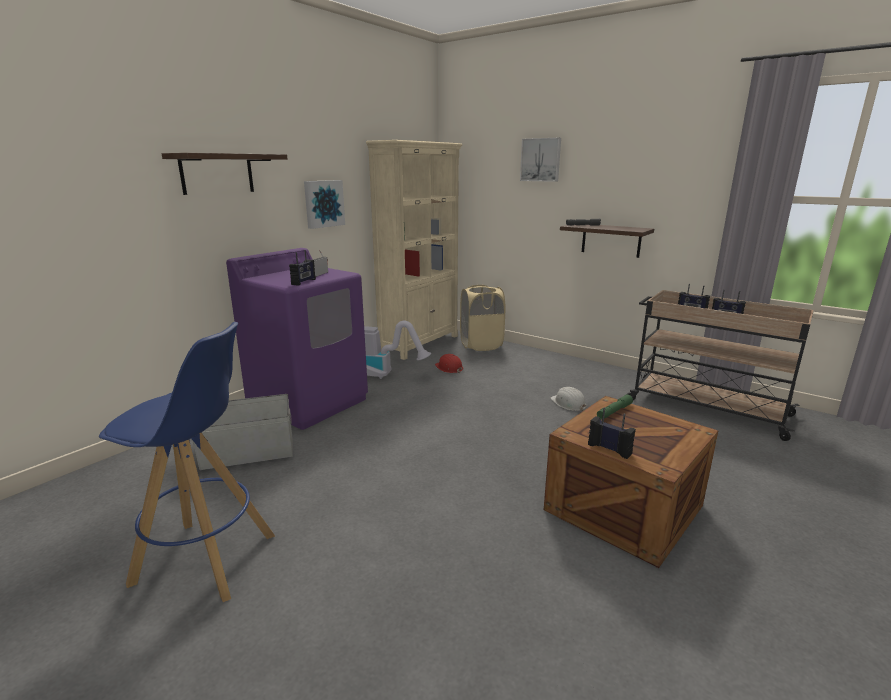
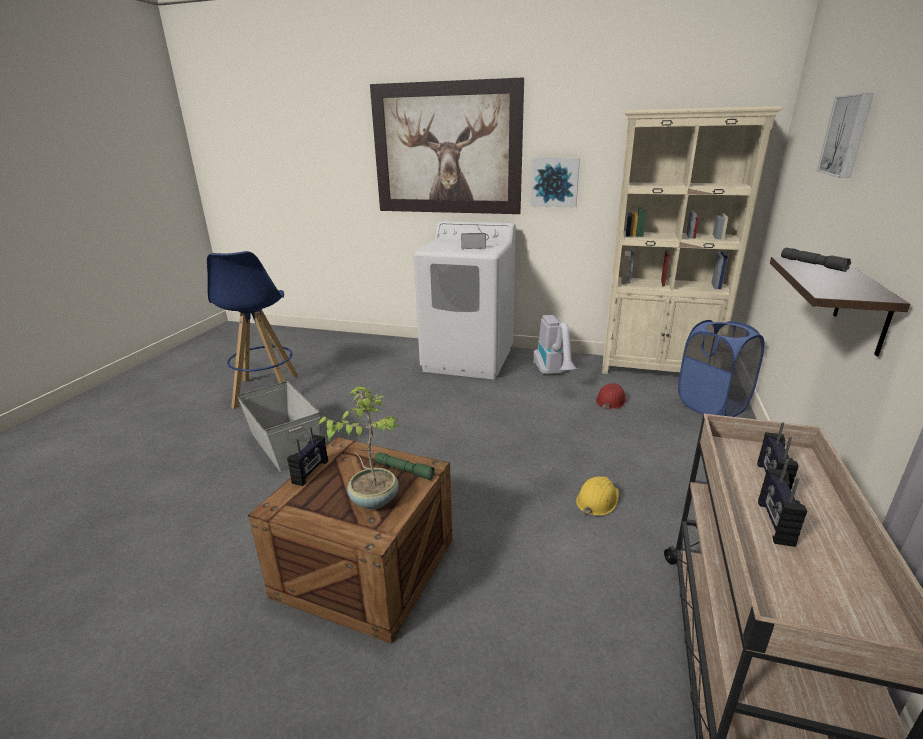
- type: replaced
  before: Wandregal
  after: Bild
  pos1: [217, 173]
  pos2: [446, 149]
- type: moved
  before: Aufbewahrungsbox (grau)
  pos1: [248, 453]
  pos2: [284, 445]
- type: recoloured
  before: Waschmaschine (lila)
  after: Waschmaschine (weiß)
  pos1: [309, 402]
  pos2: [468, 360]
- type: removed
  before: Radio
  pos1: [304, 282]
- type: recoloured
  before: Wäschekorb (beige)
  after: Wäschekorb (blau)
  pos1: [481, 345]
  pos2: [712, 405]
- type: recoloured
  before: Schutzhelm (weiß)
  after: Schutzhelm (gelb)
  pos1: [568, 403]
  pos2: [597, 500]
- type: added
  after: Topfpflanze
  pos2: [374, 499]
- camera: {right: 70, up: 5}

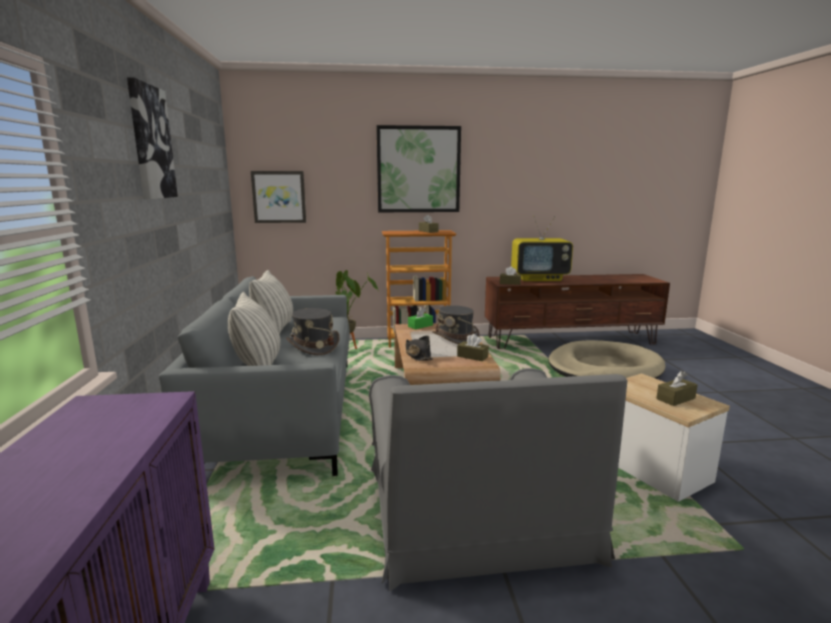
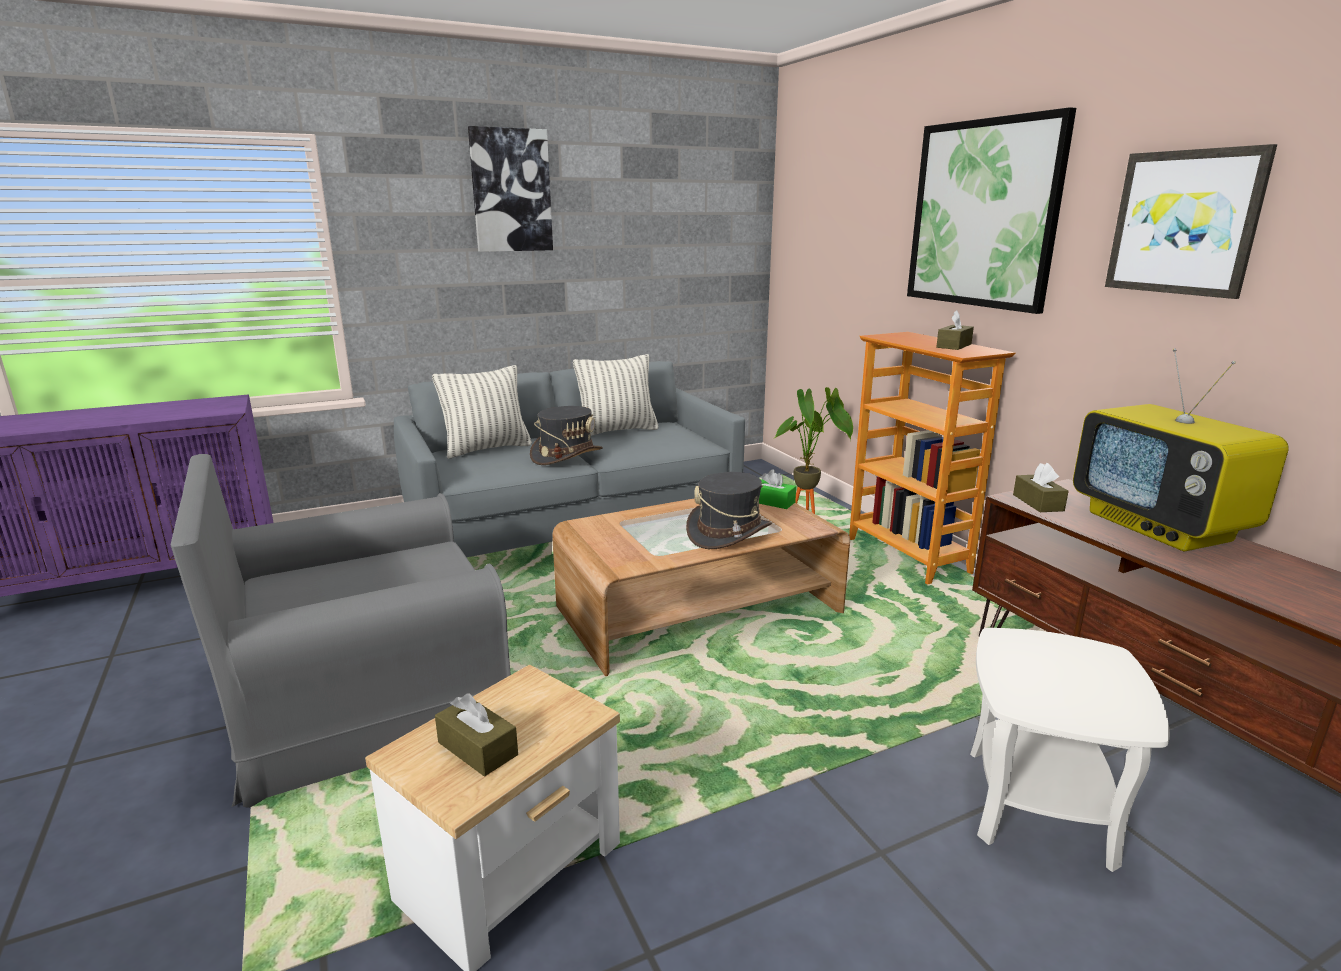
- type: moved
  before: Bild
  pos1: [279, 197]
  pos2: [1185, 223]
- type: removed
  before: Hut (schwarz)
  pos1: [418, 355]
- type: removed
  before: Taschentuchbox (braun)
  pos1: [472, 356]
- type: replaced
  before: Hundebett (beige)
  after: Beistelltisch (weiß)
  pos1: [604, 368]
  pos2: [1038, 804]
- camera: {right: 70, up: 5}

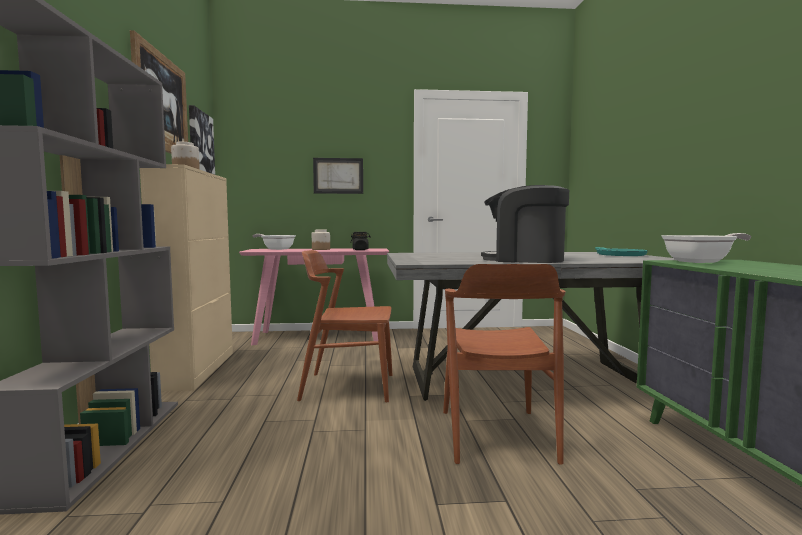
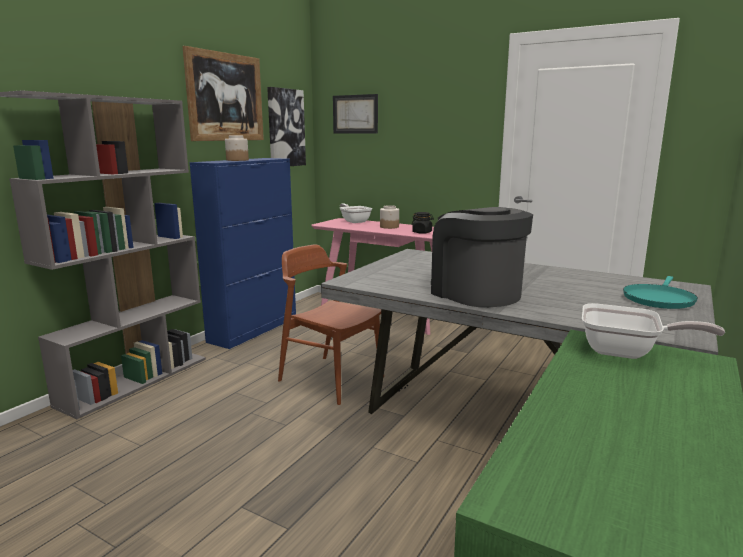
- type: recoloured
  before: Schrank (beige)
  after: Schrank (blau)
  pos1: [198, 369]
  pos2: [254, 329]
- type: moved
  before: Bild
  pos1: [338, 176]
  pos2: [355, 114]
- type: removed
  before: Stuhl (braun)
  pos1: [496, 435]
- camera: {right: 35, up: 10}

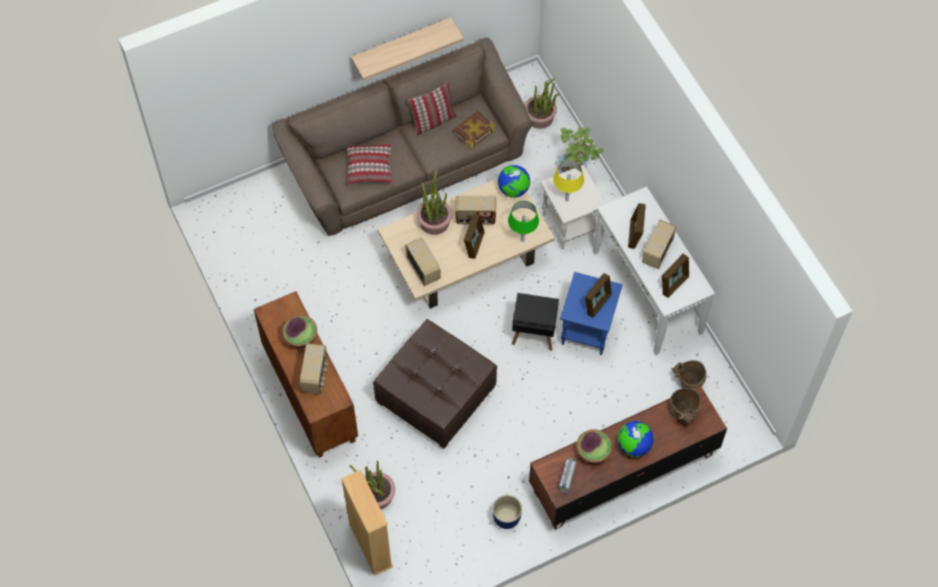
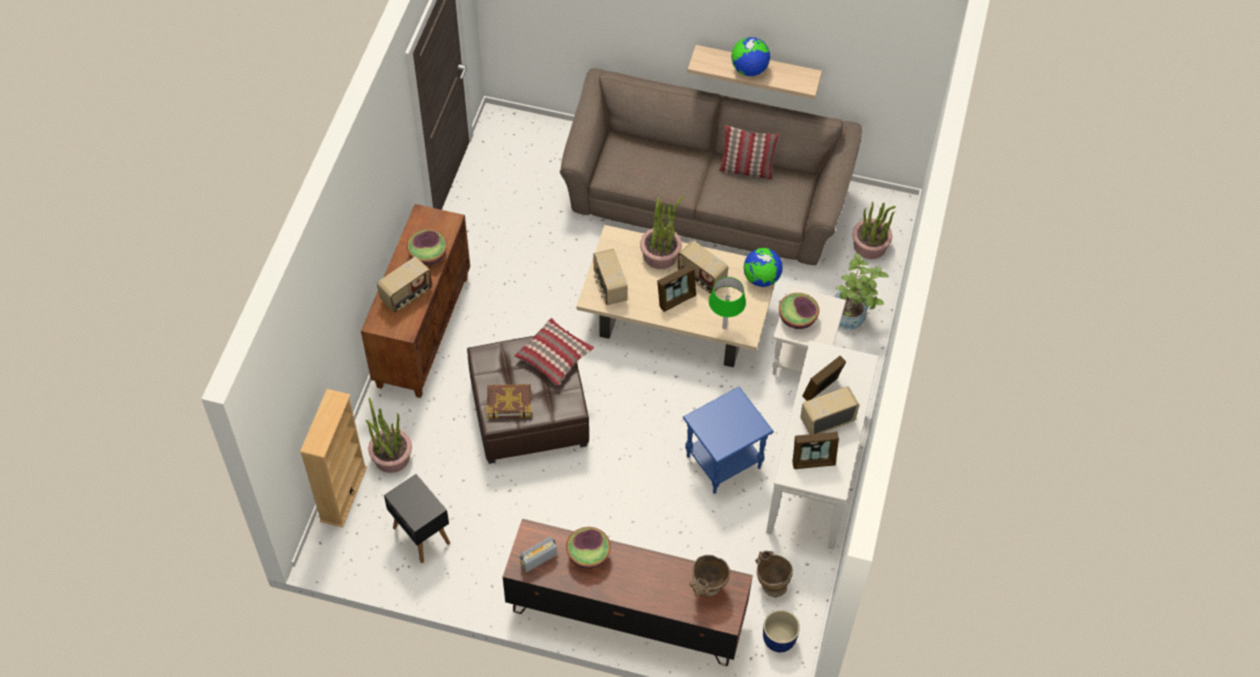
- type: moved
  before: Kissen
  pos1: [369, 167]
  pos2: [554, 356]
- type: turned
  before: Radio
  pos1: [423, 269]
  pos2: [609, 287]
  turn: 150
- type: moved
  before: Buch
  pos1: [473, 131]
  pos2: [509, 402]
- type: moved
  before: Pflanzkübel (blau)
  pos1: [506, 518]
  pos2: [778, 639]
- type: moved
  before: Beistelltisch (schwarz)
  pos1: [533, 335]
  pos2: [421, 535]
- type: replaced
  before: Tischlampe (gelb)
  after: Schüssel
  pos1: [566, 199]
  pos2: [797, 318]
- type: removed
  before: Bilderrahmen
  pos1: [597, 303]
- type: moved
  before: Globus
  pos1: [633, 446]
  pos2: [749, 69]
- camera: {right: 40, up: -5}

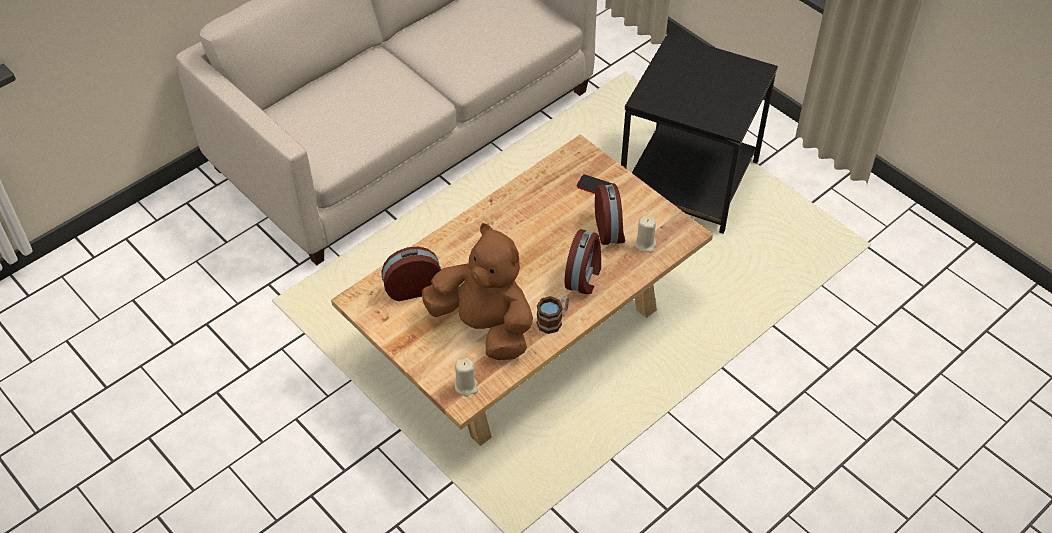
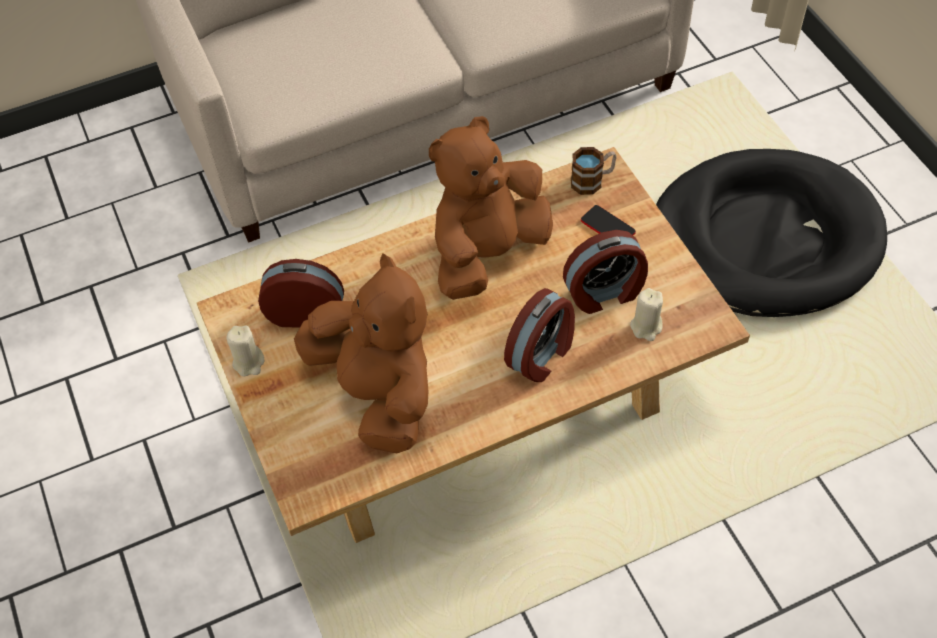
- type: moved
  before: Kerze (beige)
  pos1: [466, 386]
  pos2: [249, 362]
- type: moved
  before: Henkelbecher
  pos1: [553, 320]
  pos2: [592, 180]
- type: turned
  before: Wecker
  pos1: [610, 229]
  pos2: [604, 293]
  turn: 60
- type: replaced
  before: Beistelltisch (schwarz)
  after: Hundebett (schwarz)
  pos1: [687, 181]
  pos2: [764, 239]
- type: added
  after: Plüschtier (braun)
  pos2: [487, 253]
- camera: {right: 20, up: 5}

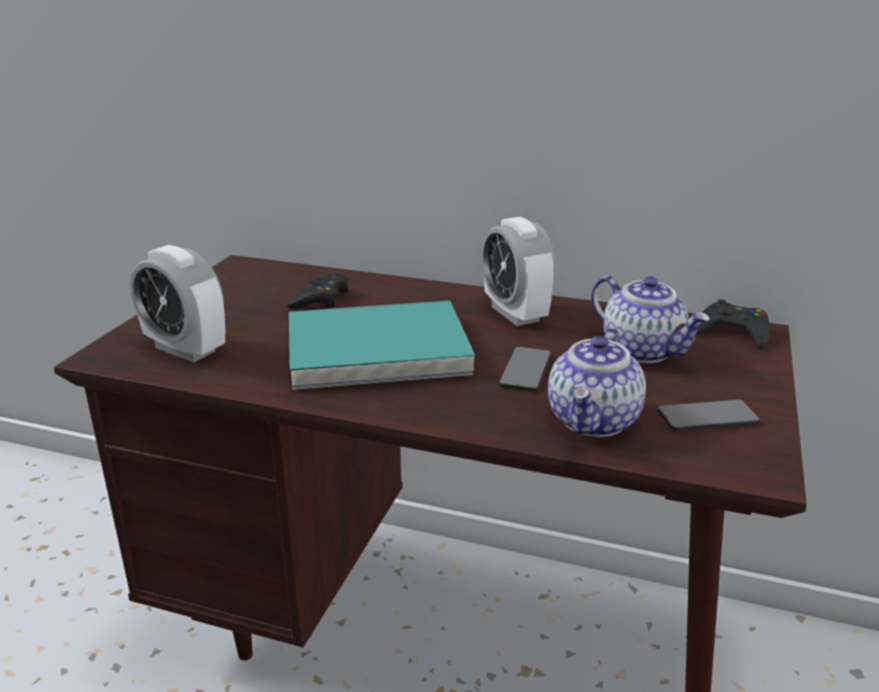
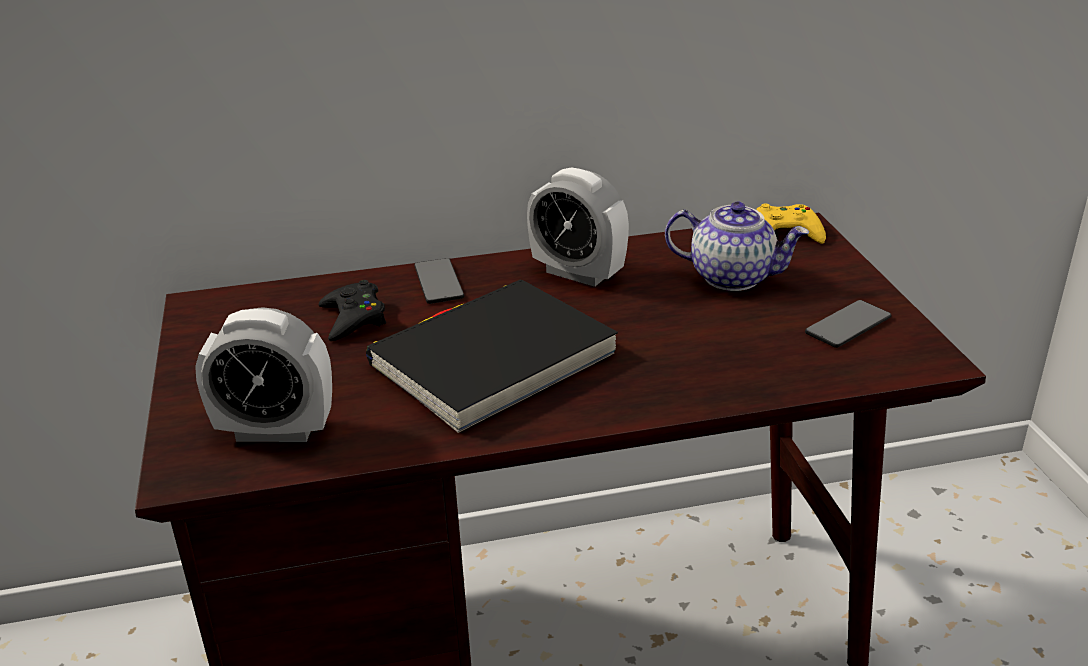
- type: recoloured
  before: Buch (türkis)
  after: Buch (schwarz)
  pos1: [377, 352]
  pos2: [492, 360]
- type: moved
  before: Handy
  pos1: [525, 370]
  pos2: [438, 282]
- type: removed
  before: Teekanne
  pos1: [594, 421]
- type: recoloured
  before: Gamepad (schwarz)
  after: Gamepad (gelb)
  pos1: [733, 332]
  pos2: [784, 233]
- camera: {right: -30, up: 5}

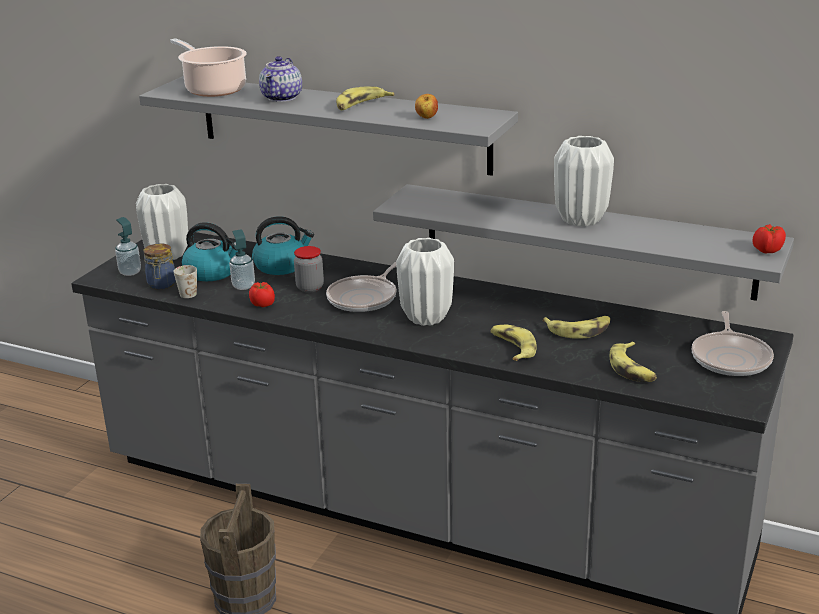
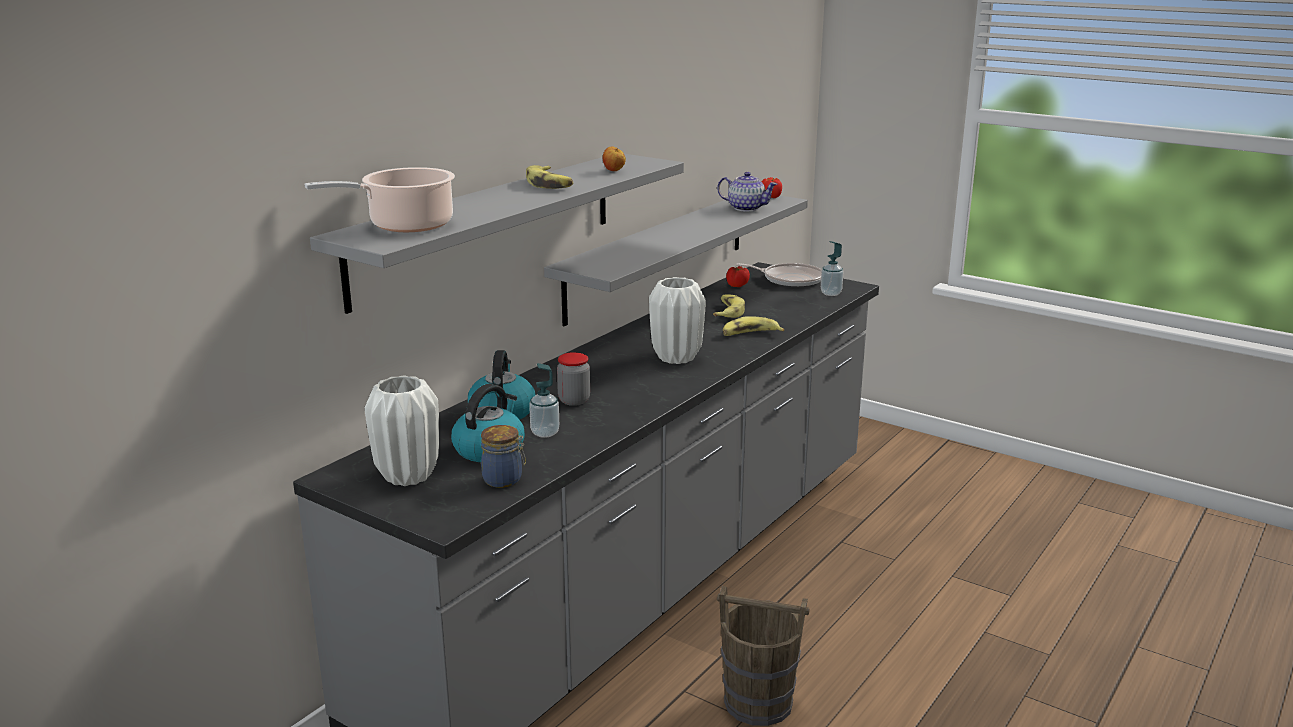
- type: moved
  before: Seifenspender
  pos1: [130, 272]
  pos2: [831, 293]
- type: removed
  before: Henkelbecher (weiß)
  pos1: [186, 292]
- type: moved
  before: Tomate
  pos1: [263, 304]
  pos2: [737, 285]
- type: moved
  before: Teekanne
  pos1: [282, 97]
  pos2: [746, 208]
- type: removed
  before: Pfanne
  pos1: [364, 298]
- type: removed
  before: Vase (weiß)
  pos1: [581, 220]
- type: removed
  before: Banane
  pos1: [632, 369]
- camera: {right: -80, up: -5}

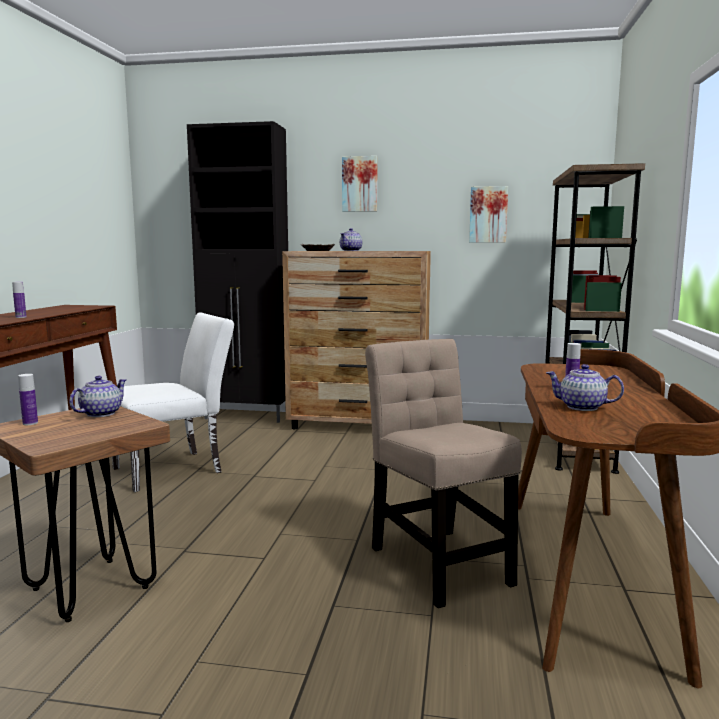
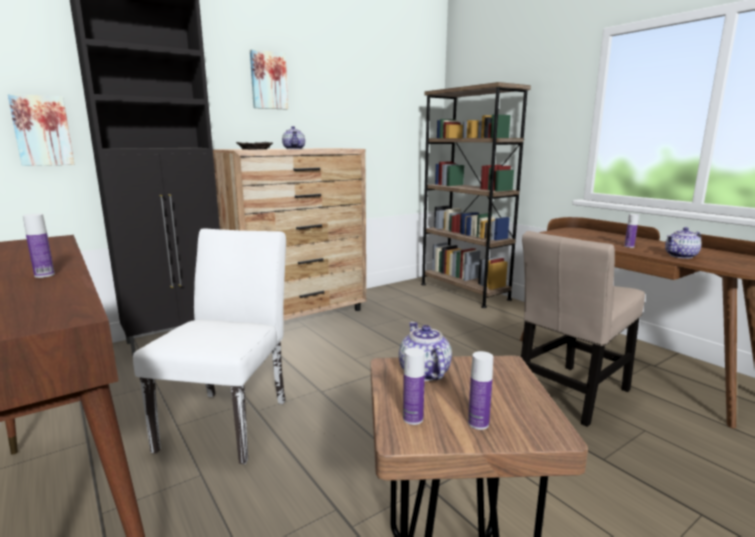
- type: turned
  before: Stuhl (beige)
  pos1: [437, 561]
  pos2: [571, 395]
  turn: -60
- type: moved
  before: Bild
  pos1: [488, 214]
  pos2: [42, 131]
- type: added
  after: Flasche
  pos2: [478, 423]
- camera: {right: -45, up: 5}

